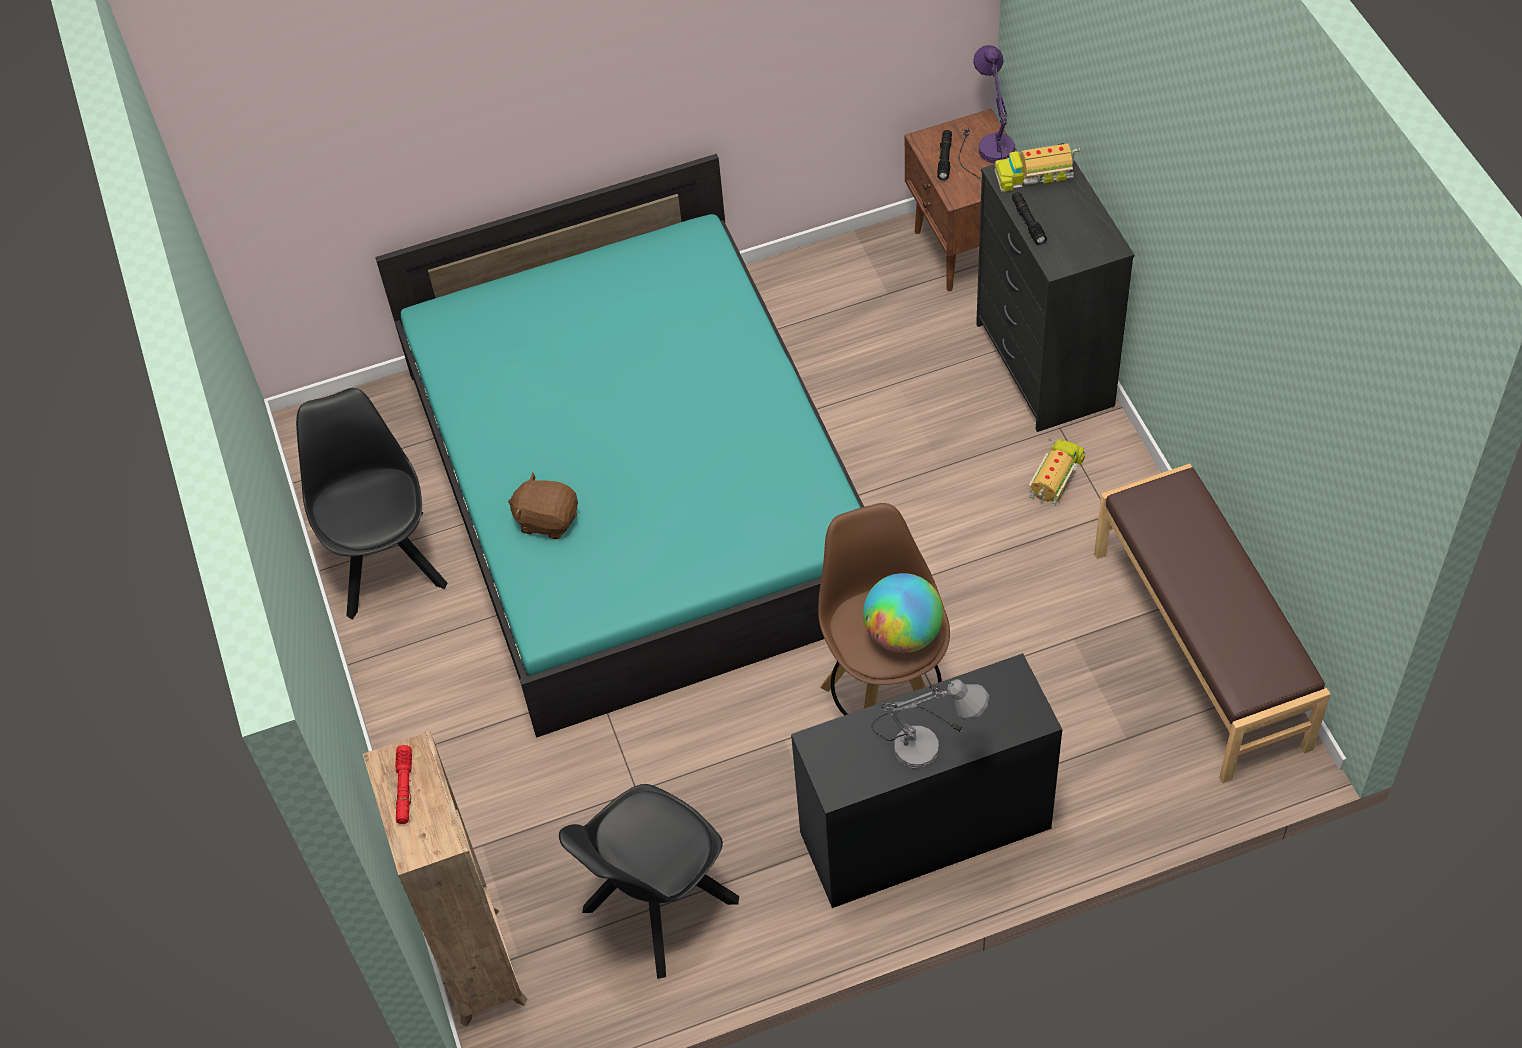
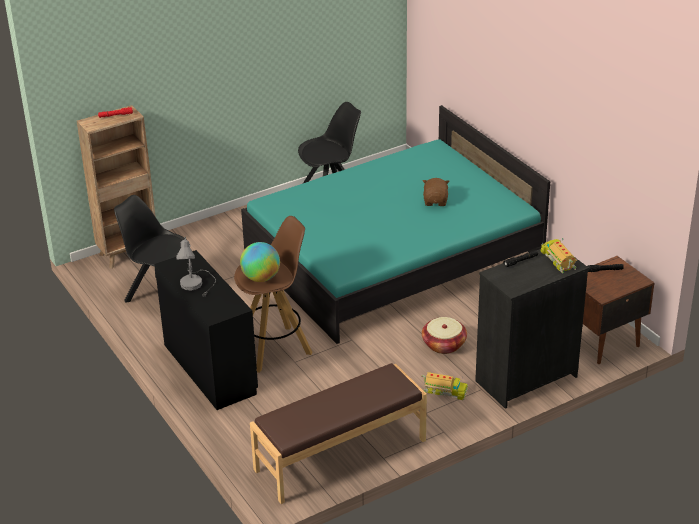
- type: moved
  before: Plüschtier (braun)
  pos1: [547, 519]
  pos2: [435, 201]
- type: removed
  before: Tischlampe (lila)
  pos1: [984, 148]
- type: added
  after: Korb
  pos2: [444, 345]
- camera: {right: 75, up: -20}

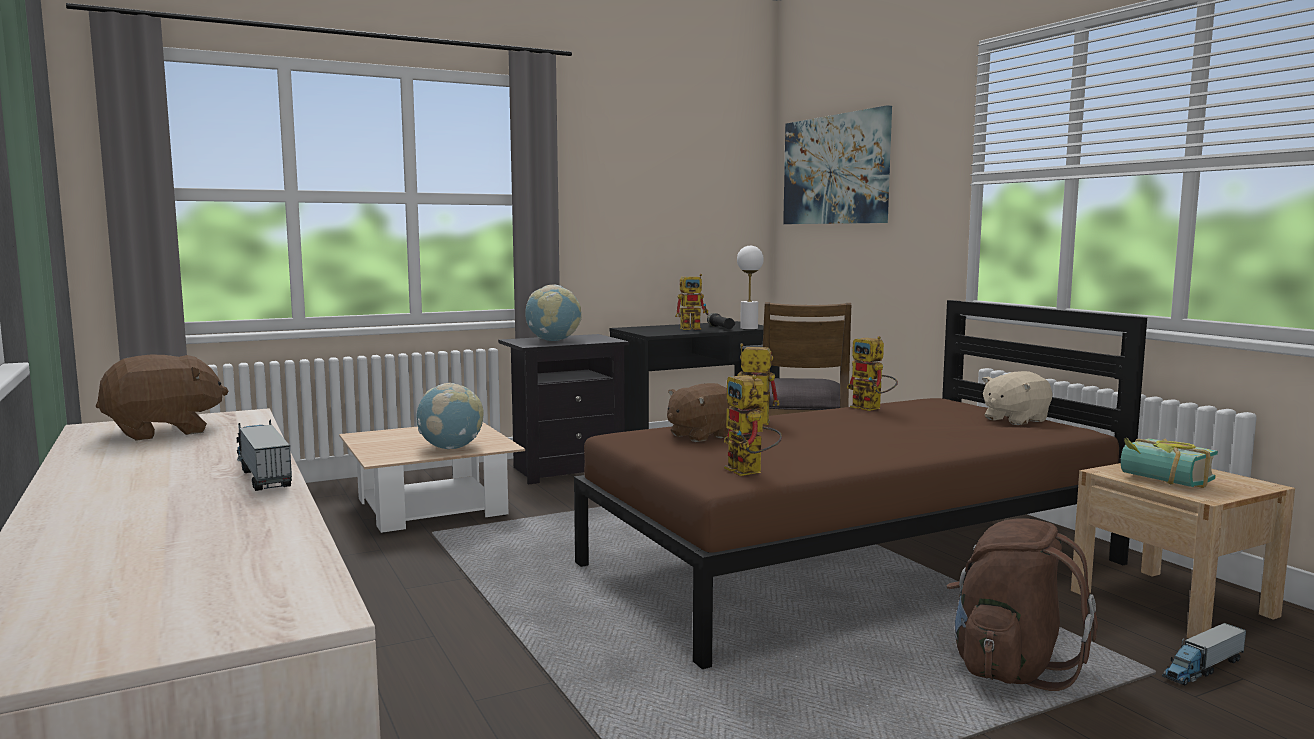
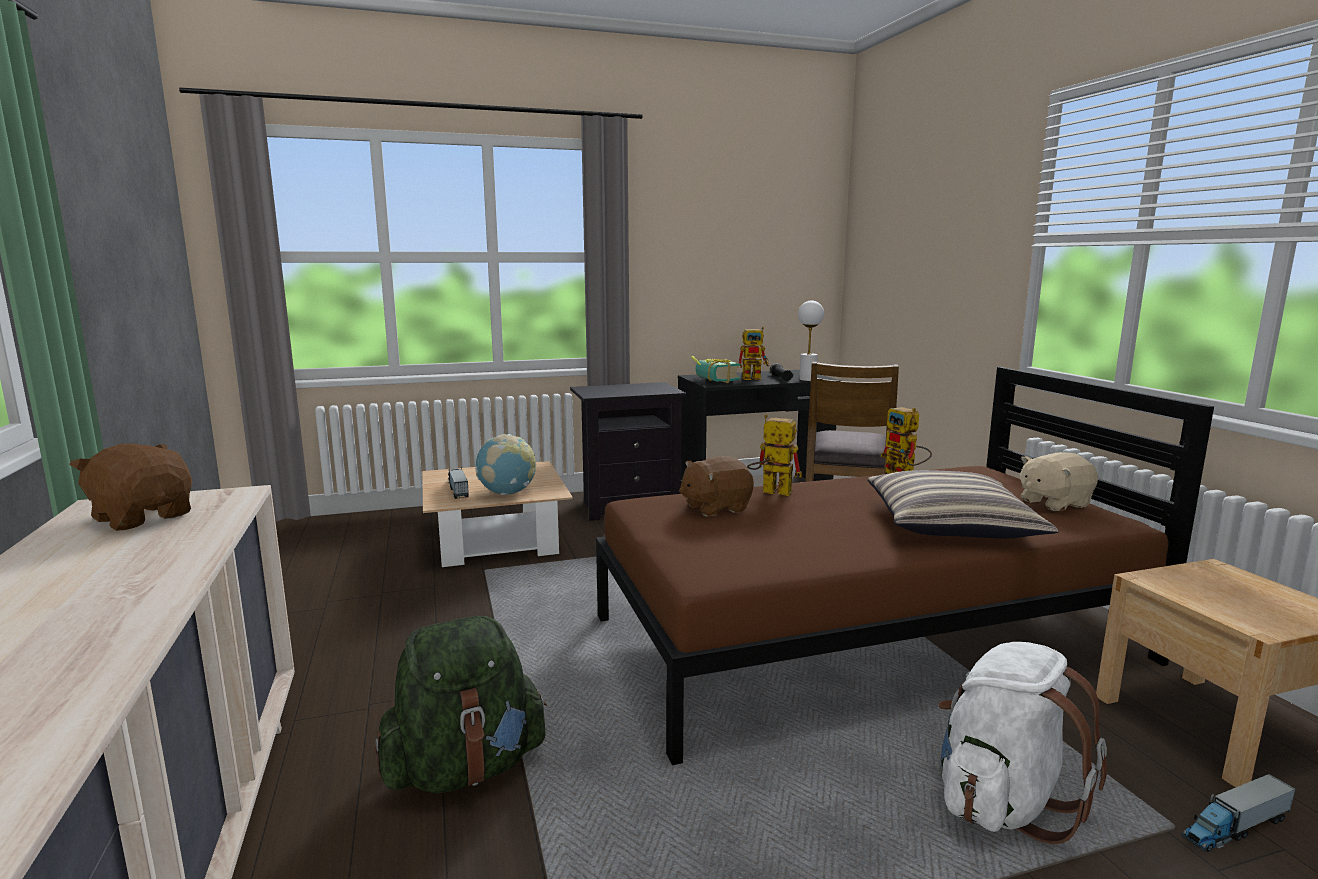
- type: turned
  before: Plüschtier (braun)
  pos1: [163, 432]
  pos2: [144, 517]
  turn: -120
- type: moved
  before: Spielzeuglaster
  pos1: [262, 473]
  pos2: [458, 490]
- type: removed
  before: Globus
  pos1: [553, 341]
- type: removed
  before: Spielzeugroboter
  pos1: [750, 472]
- type: removed
  before: Bild
  pos1: [835, 170]
- type: recoloured
  before: Rucksack (braun)
  after: Rucksack (weiß)
  pos1: [1009, 669]
  pos2: [1002, 801]
- type: moved
  before: Buch
  pos1: [1162, 481]
  pos2: [713, 381]
- type: added
  after: Rucksack (grün)
  pos2: [466, 769]
- type: added
  after: Kissen
  pos2: [950, 524]
- camera: {right: 10, up: 5}

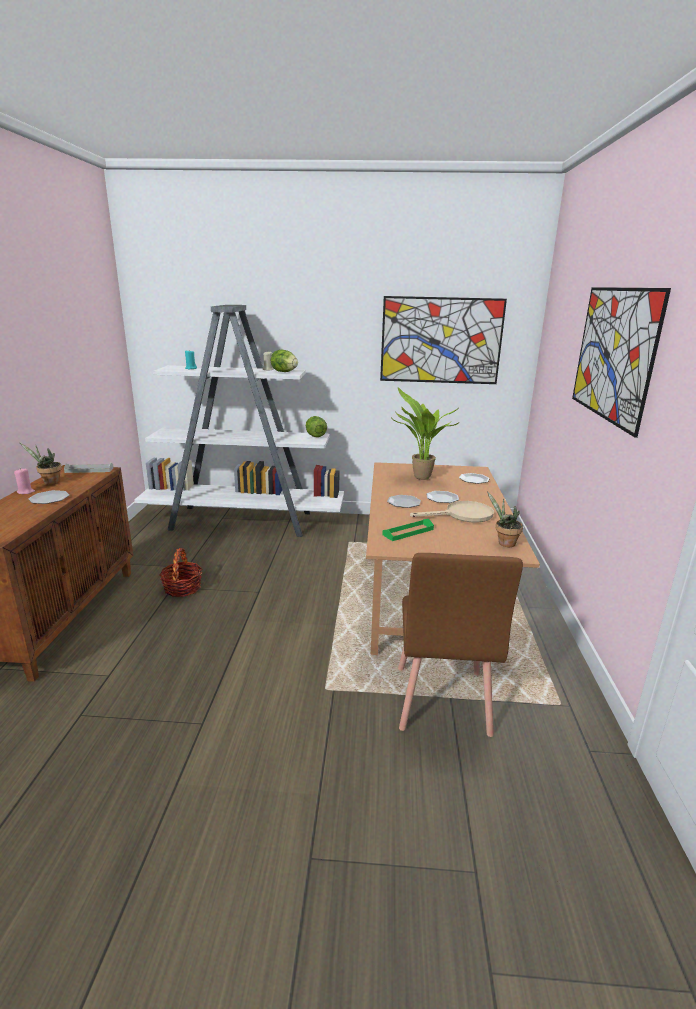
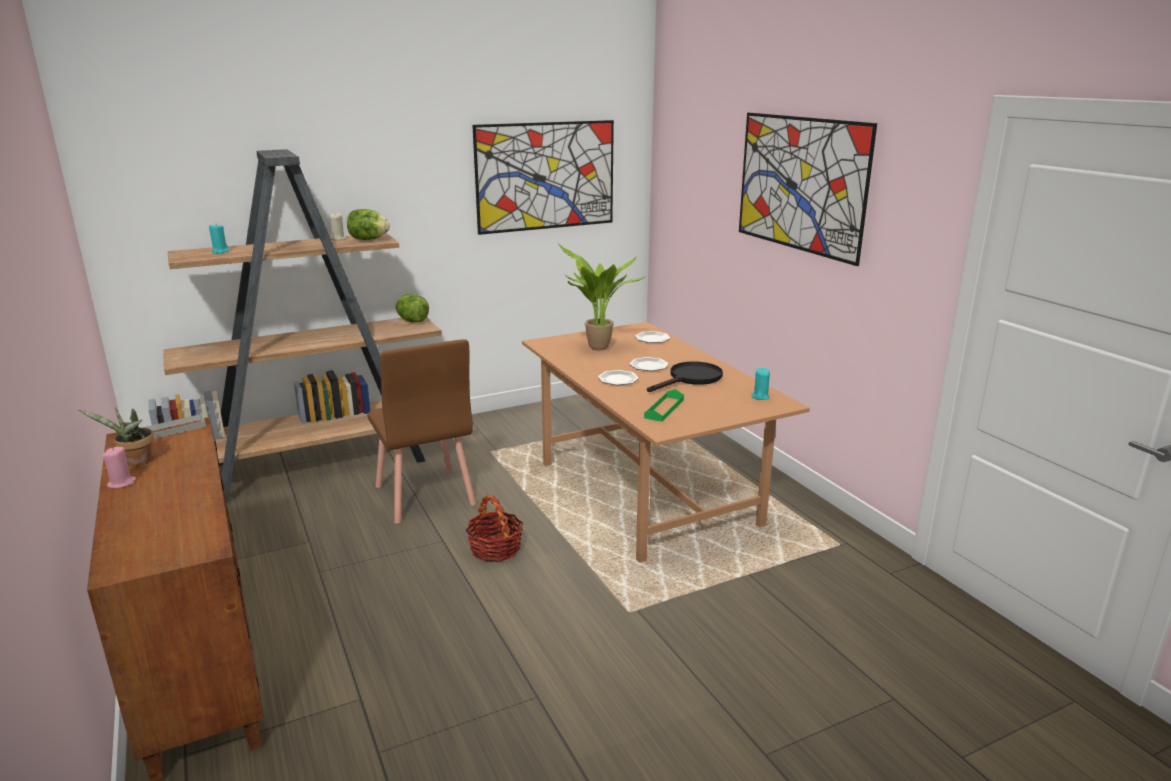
- type: removed
  before: Teller
  pos1: [49, 499]
- type: recoloured
  before: Bücherregal (weiß)
  after: Bücherregal (braun)
  pos1: [244, 521]
  pos2: [323, 462]
- type: moved
  before: Korb
  pos1: [182, 588]
  pos2: [495, 549]
- type: moved
  before: Stuhl (braun)
  pos1: [441, 700]
  pos2: [424, 496]
- type: recoloured
  before: Pfanne (beige)
  after: Pfanne (schwarz)
  pos1: [462, 515]
  pos2: [690, 379]
- type: replaced
  before: Topfpflanze
  after: Kerze (türkis)
  pos1: [504, 543]
  pos2: [760, 396]
- camera: {right: -30, up: 0}

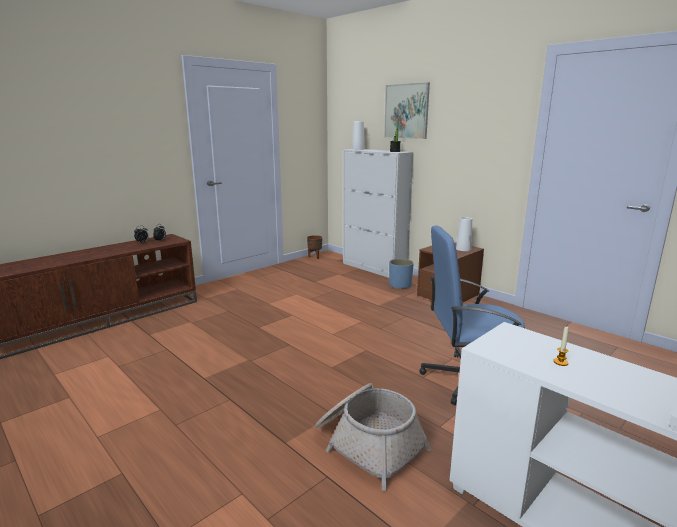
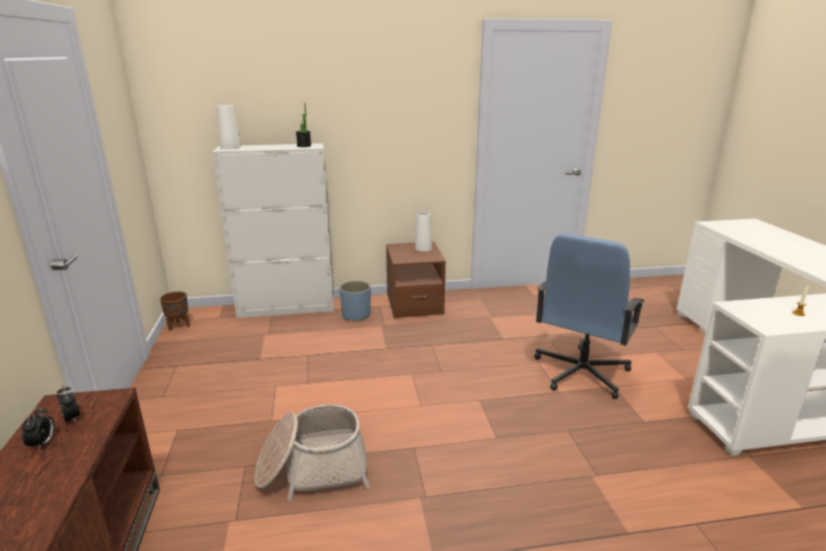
- type: moved
  before: Korb
  pos1: [368, 444]
  pos2: [313, 468]
- type: removed
  before: Bild
  pos1: [406, 111]
- camera: {right: -55, up: 5}

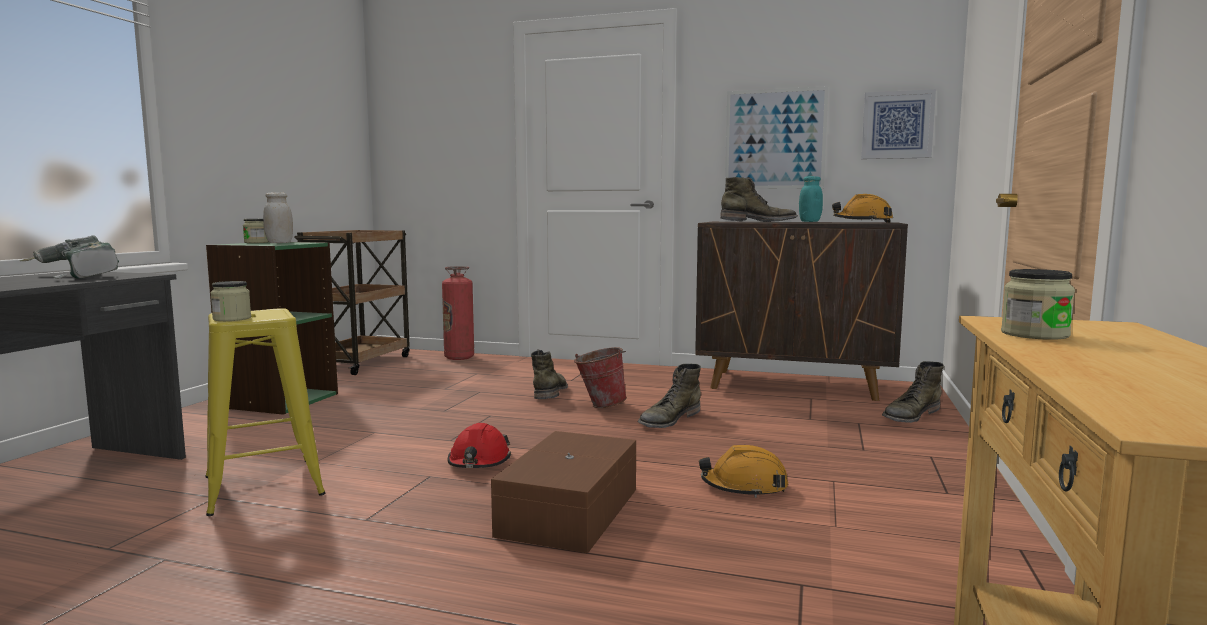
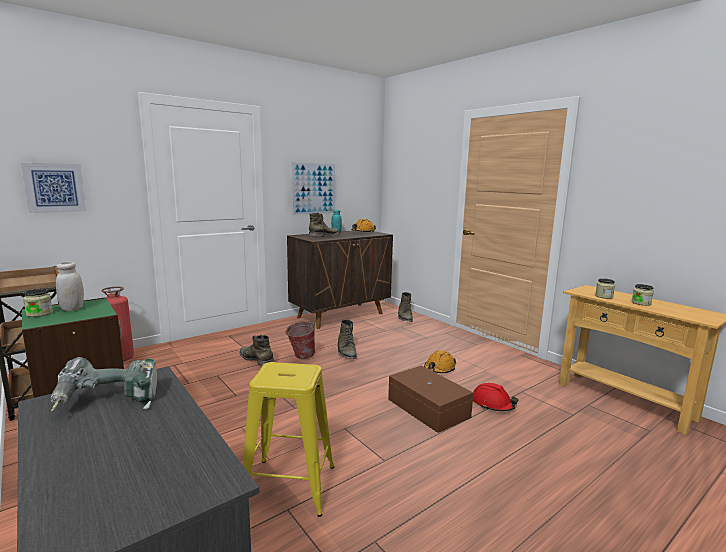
- type: moved
  before: Vorratsglas
  pos1: [232, 319]
  pos2: [641, 303]
- type: moved
  before: Schutzhelm (rot)
  pos1: [479, 462]
  pos2: [493, 404]
- type: moved
  before: Bild
  pos1: [897, 125]
  pos2: [54, 188]
- camera: {right: -55, up: 5}

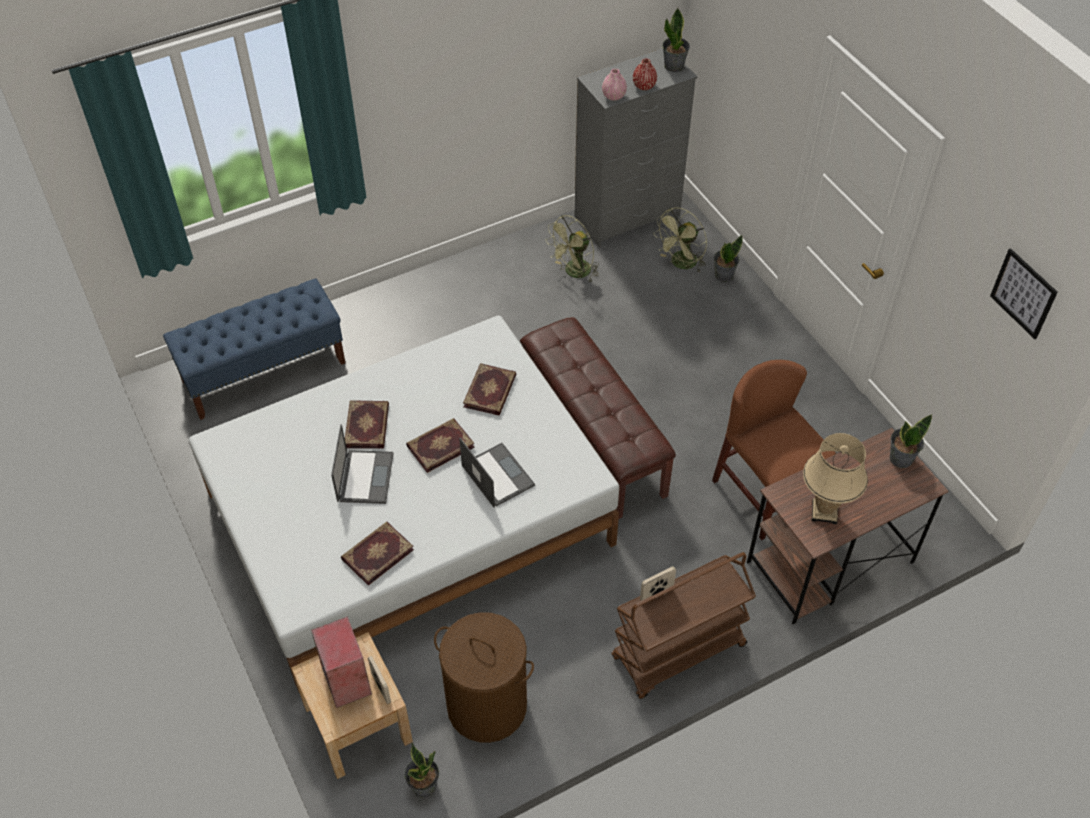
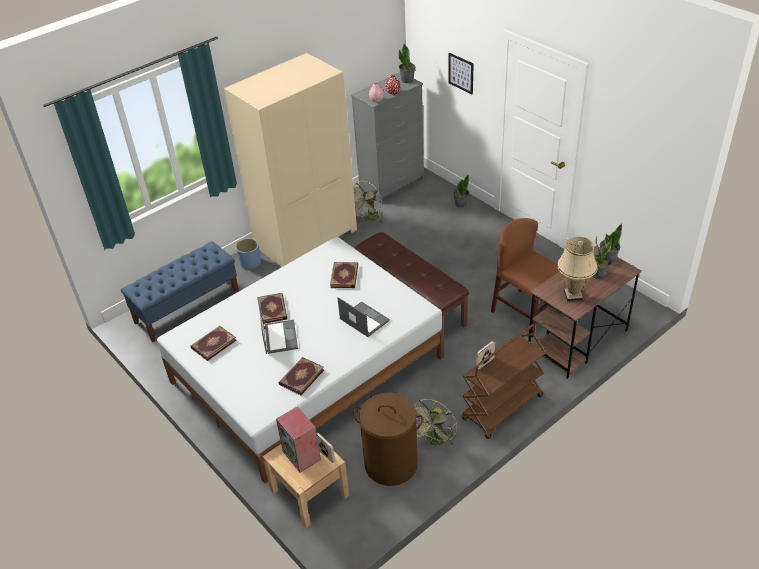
- type: moved
  before: Topfpflanze
  pos1: [424, 786]
  pos2: [599, 274]
- type: moved
  before: Buch
  pos1: [440, 446]
  pos2: [213, 344]
- type: moved
  before: Ventilator (grün)
  pos1: [681, 264]
  pos2: [436, 441]
- type: moved
  before: Bild
  pos1: [1023, 293]
  pos2: [461, 73]
- type: added
  after: Kleiderschrank (beige)
  pos2: [306, 237]
- type: added
  after: Pflanzkübel (blau)
  pos2: [250, 263]
- camera: {right: -10, up: -10}

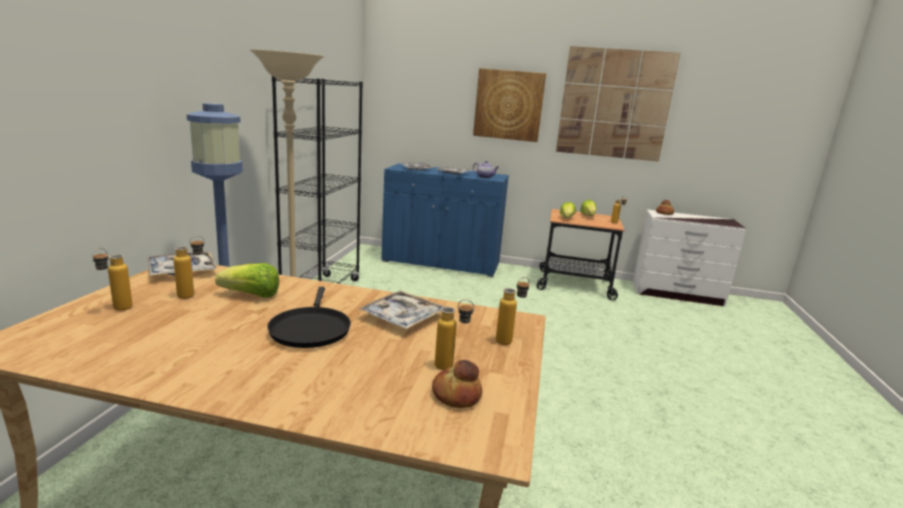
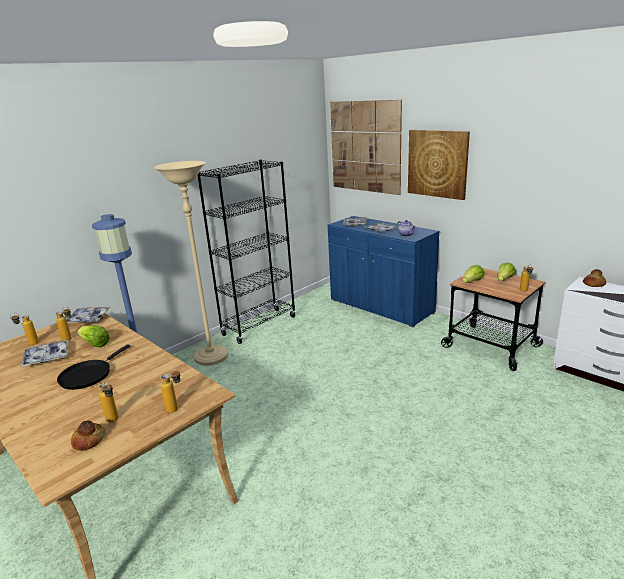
- type: moved
  before: Tablett
  pos1: [402, 317]
  pos2: [47, 357]
- type: moved
  before: Bild
  pos1: [614, 104]
  pos2: [365, 147]
- camera: {right: 35, up: 5}

